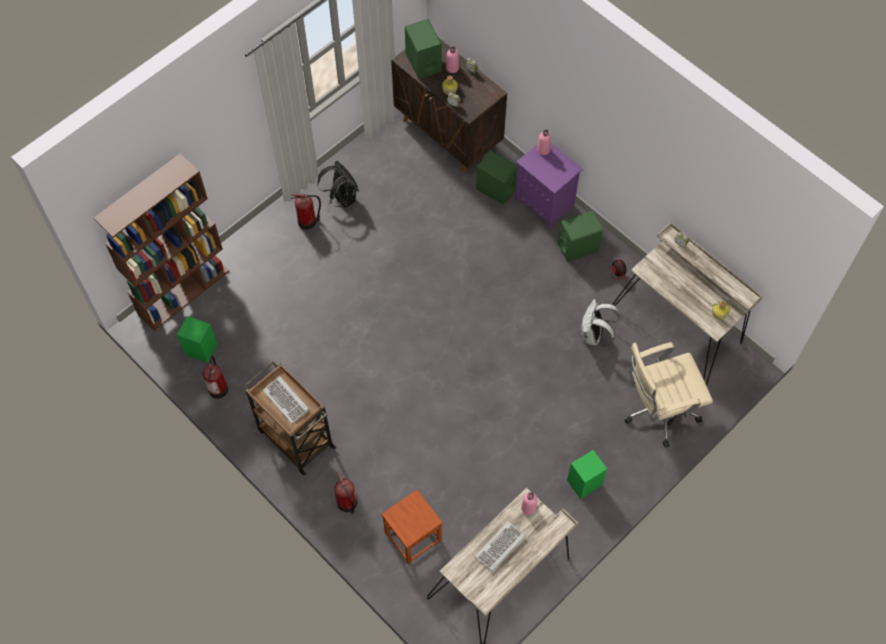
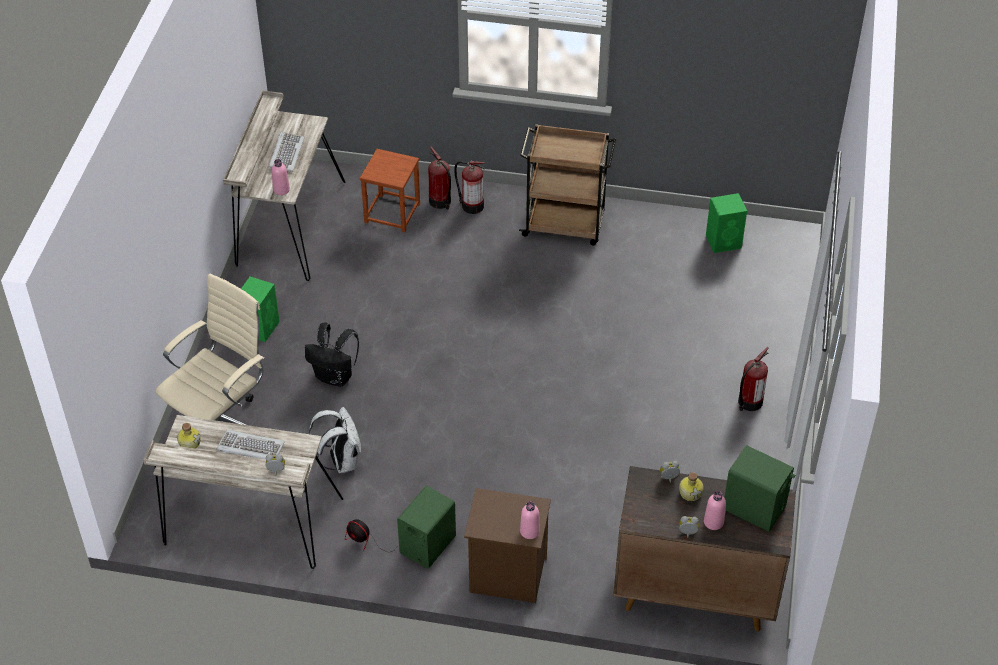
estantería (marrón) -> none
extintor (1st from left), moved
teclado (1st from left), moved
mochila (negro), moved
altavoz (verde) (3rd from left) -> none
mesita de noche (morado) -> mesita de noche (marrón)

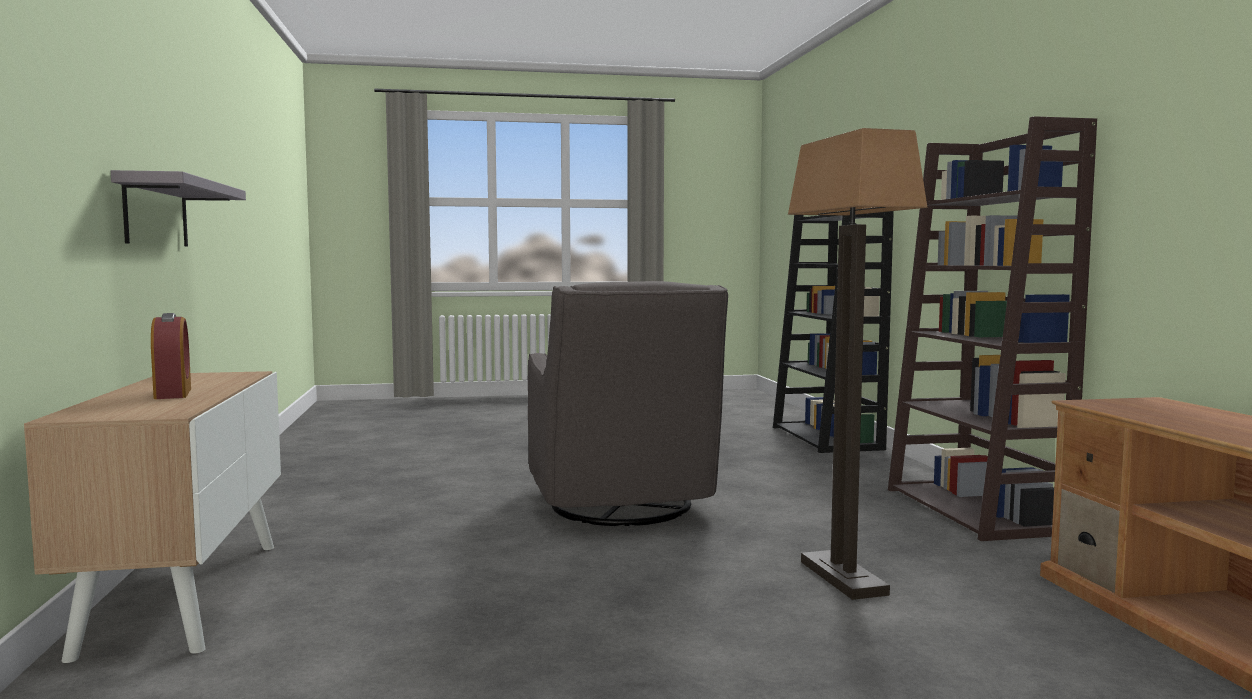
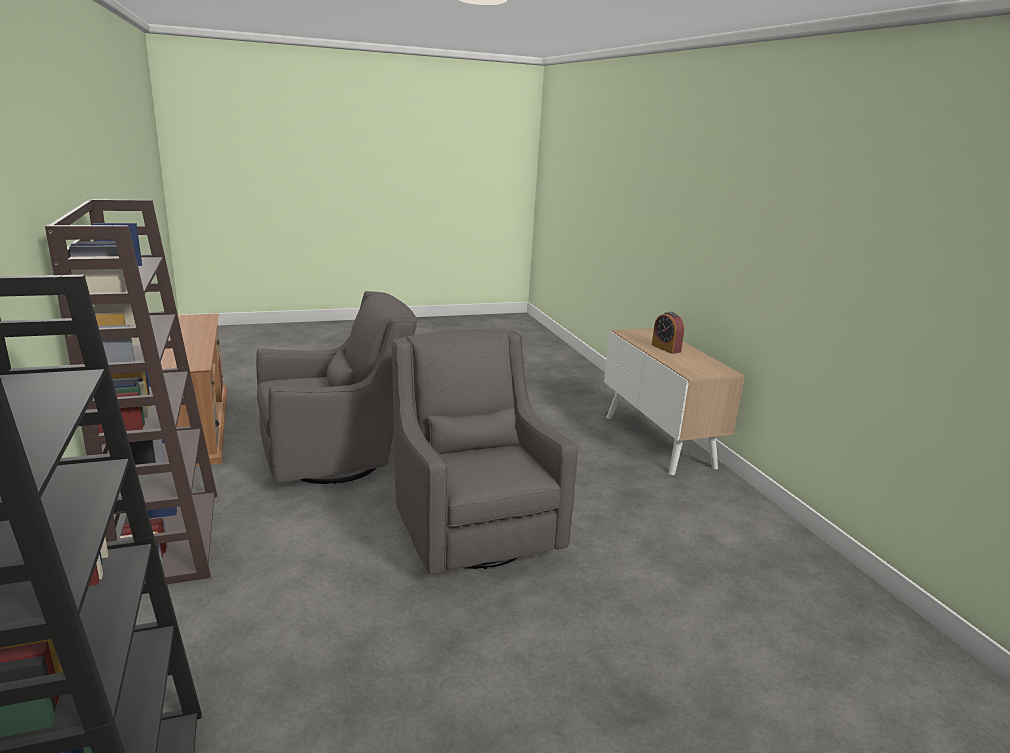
estante (gris) -> none
lámpara de pie -> sillón (gris) (1st from left)

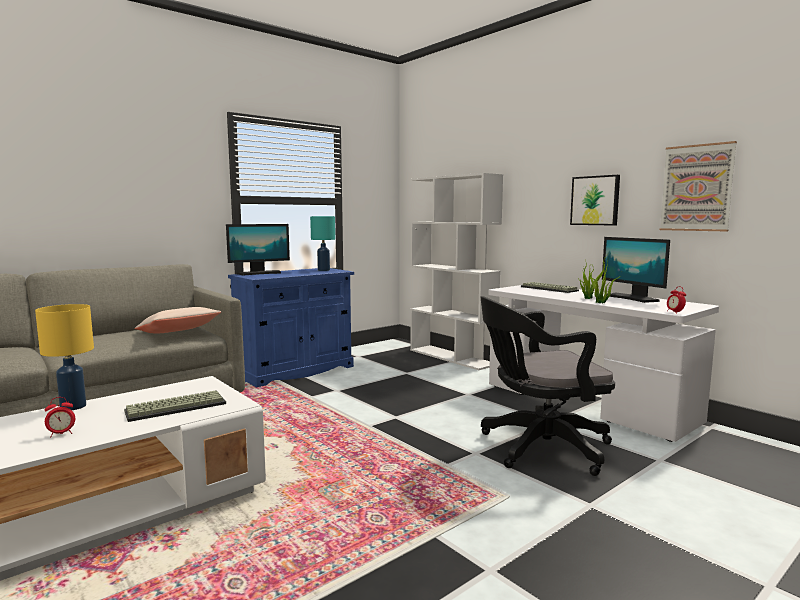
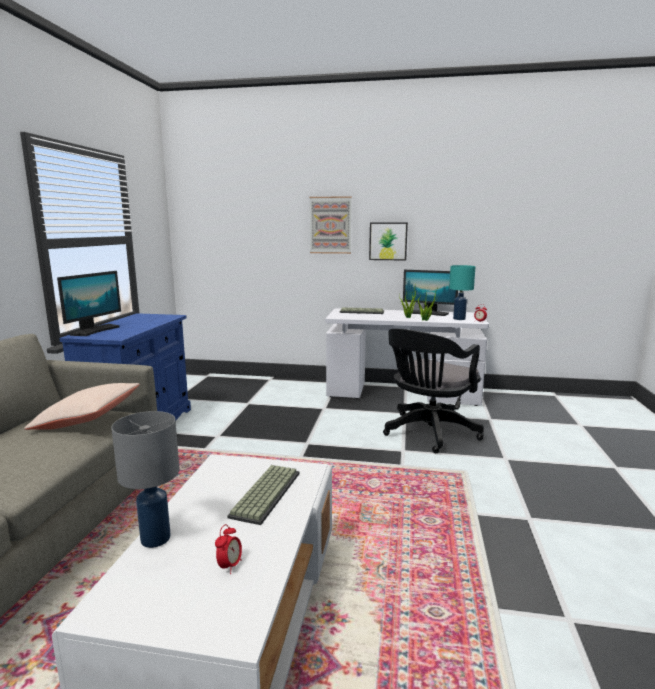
lámpara de mesa (amarillo) -> lámpara de mesa (gris)
lámpara de mesa (turquesa), moved
estantería (blanco) -> none
cuadro (2nd from left in the first image) -> cuadro (1st from left), moved

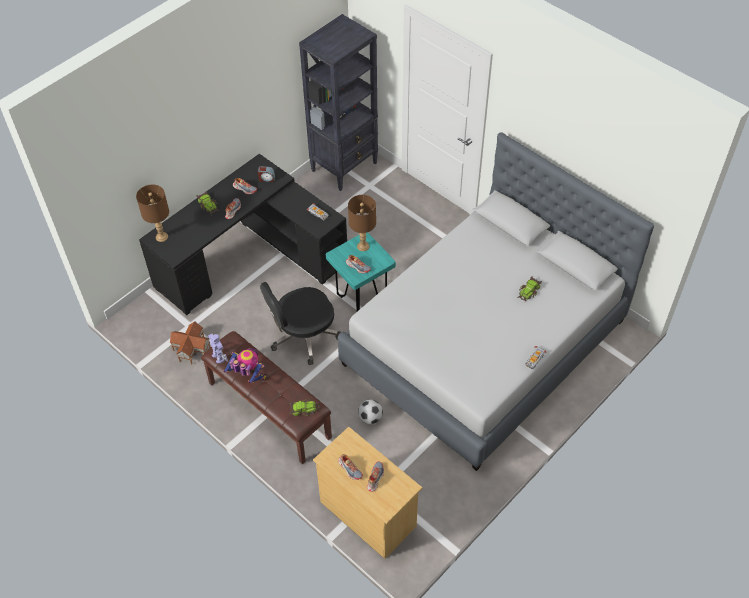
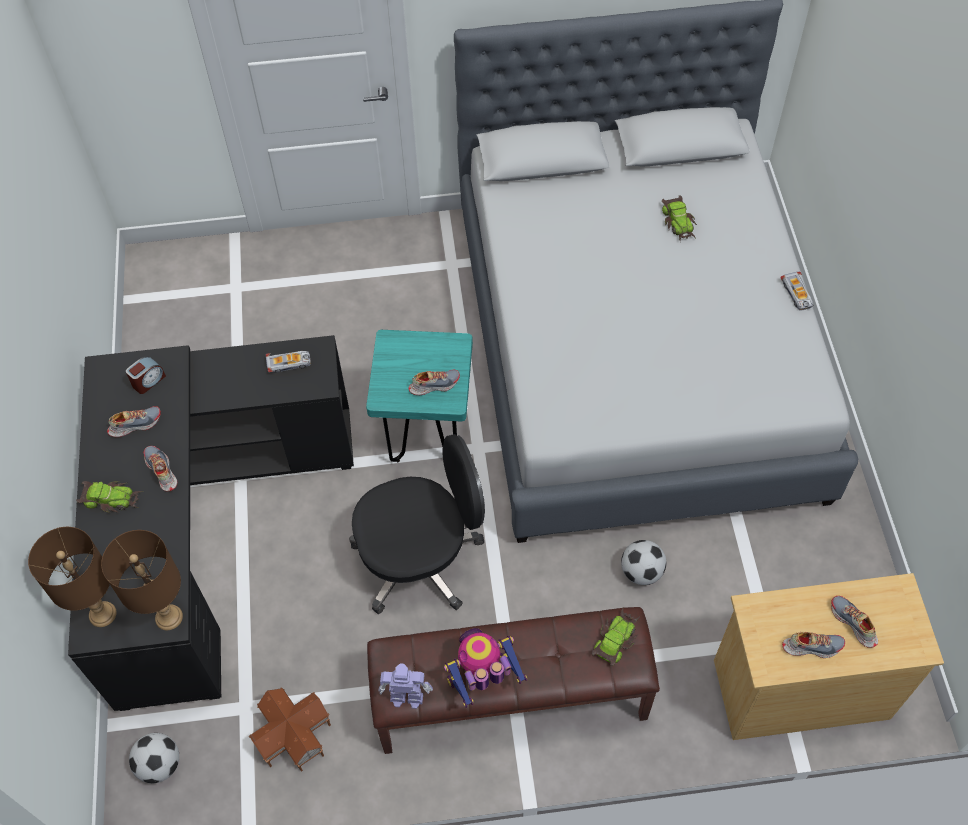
silla de oficina (negro), 120 degrees counterclockwise
estantería (negro) -> none
lámpara de mesa (marrón) (2nd from left), moved
none -> balón de fútbol (1st from left)

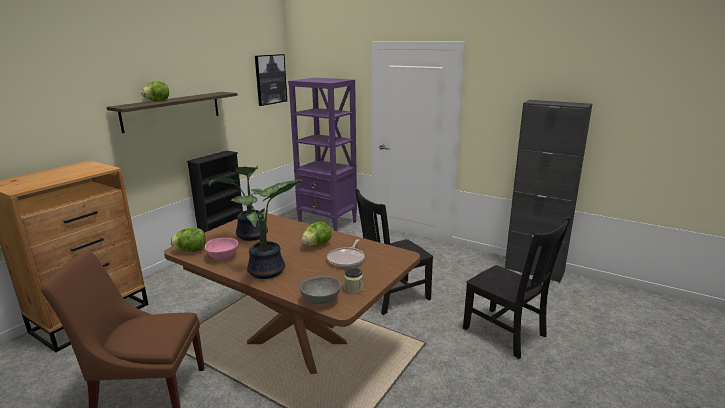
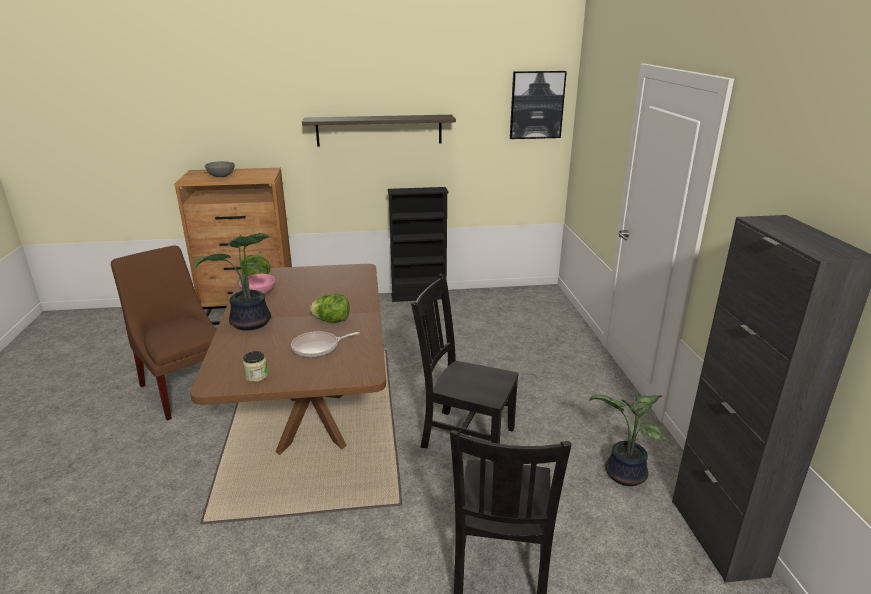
lechuga (1st from left) -> none
planta en maceta (1st from left in the first image) -> planta en maceta (2nd from left), moved
estantería (morado) -> none
cuenco (gris), moved

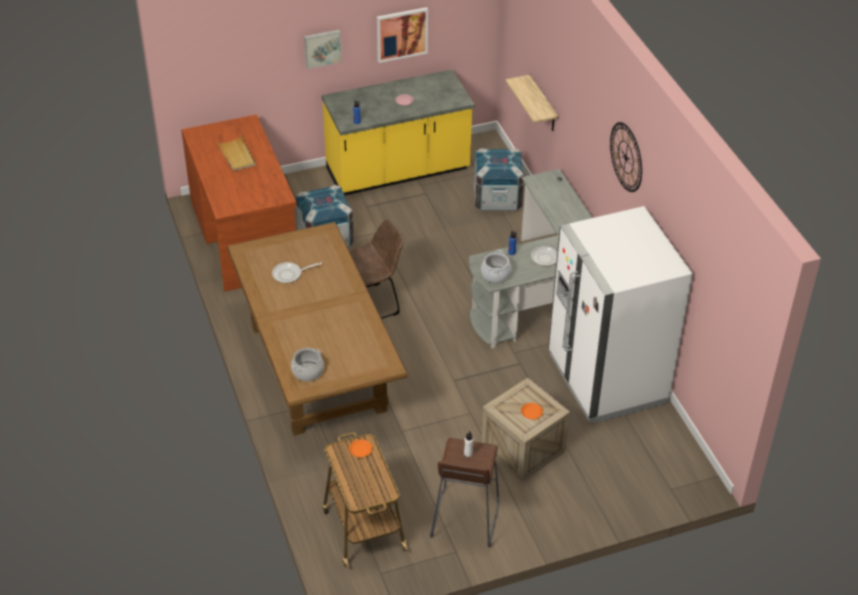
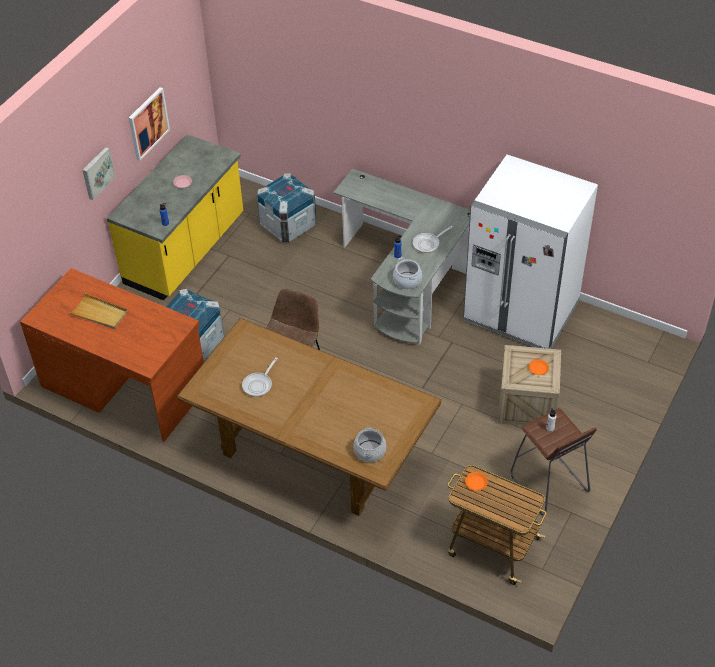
estante -> none
reloj de pared -> none

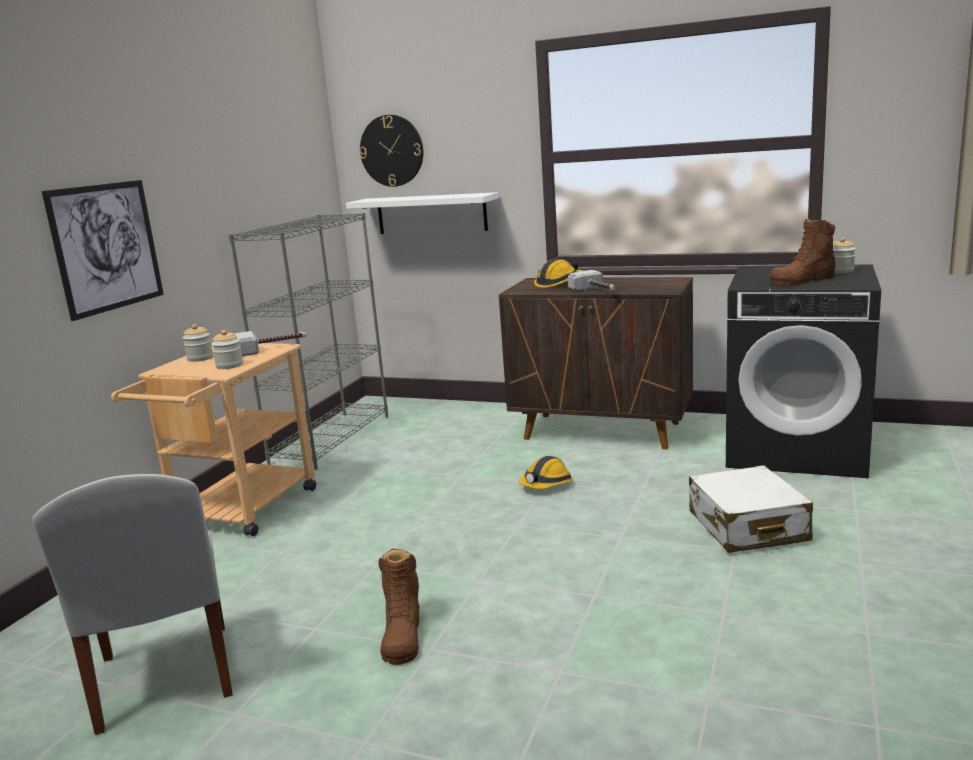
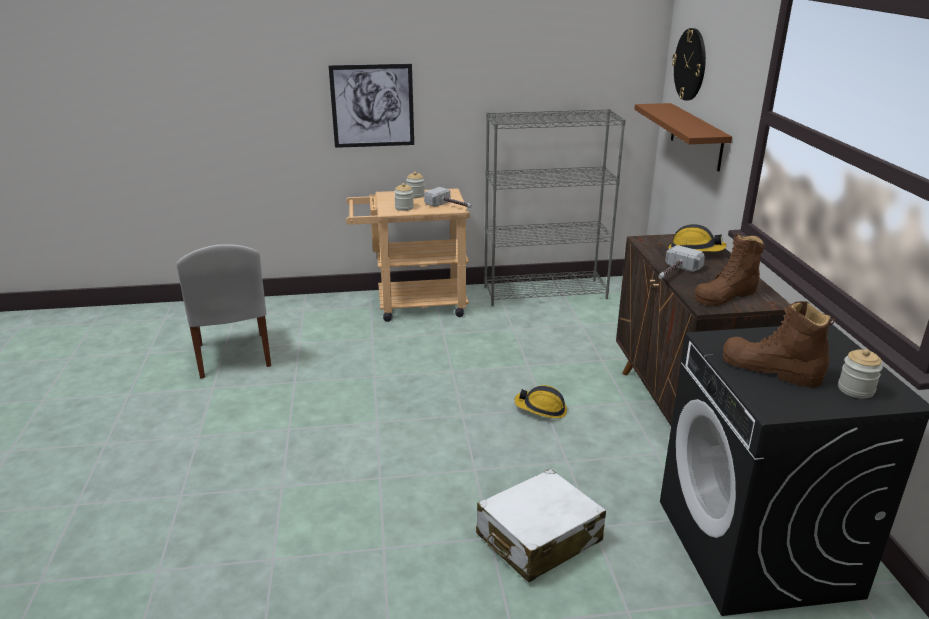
silla (blanco), 60 degrees counterclockwise
estante (blanco) -> estante (marrón)
bota (marrón) (1st from left), moved

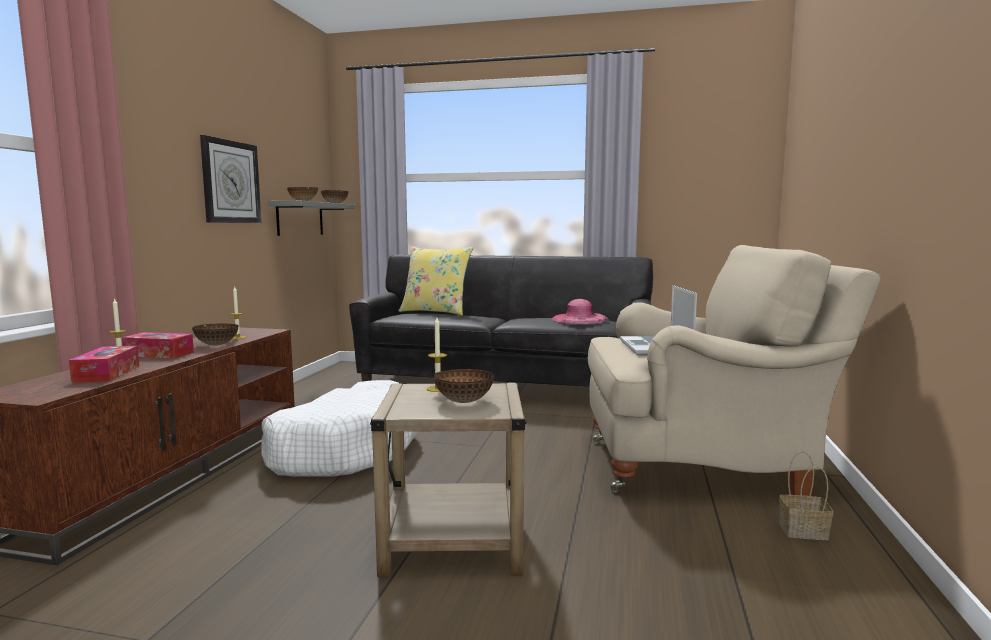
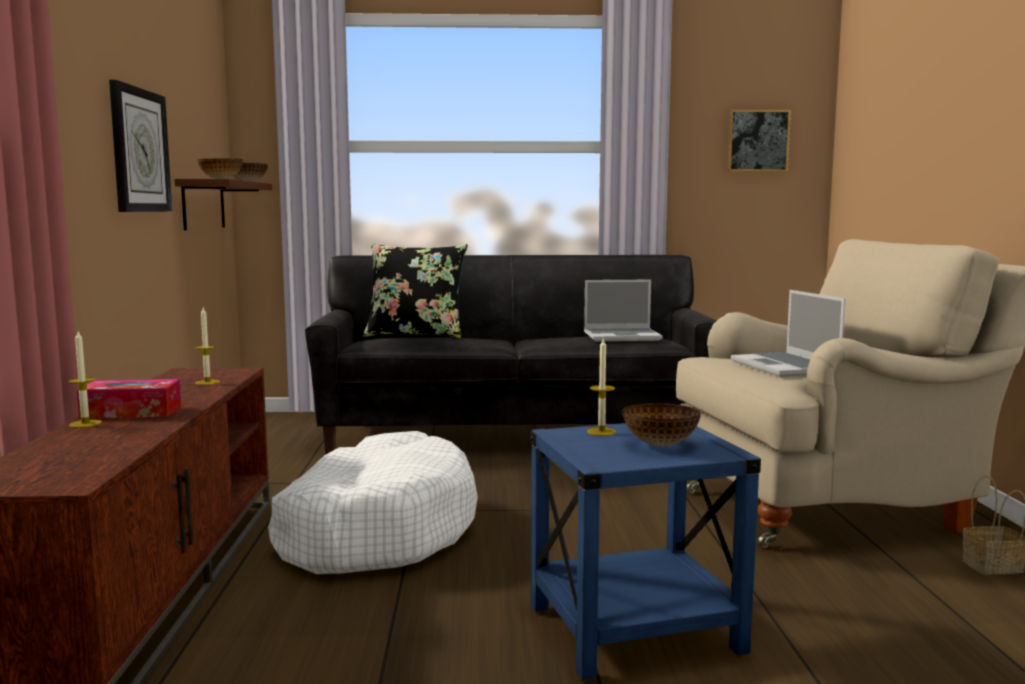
caja de pañuelos (1st from left) -> none
cuenco (1st from left) -> none
estante (gris) -> estante (marrón)
mesa auxiliar (beis) -> mesa auxiliar (azul)
cojín (amarillo) -> cojín (negro)
sombrero (rosa) -> portátil (1st from left)
none -> cuadro

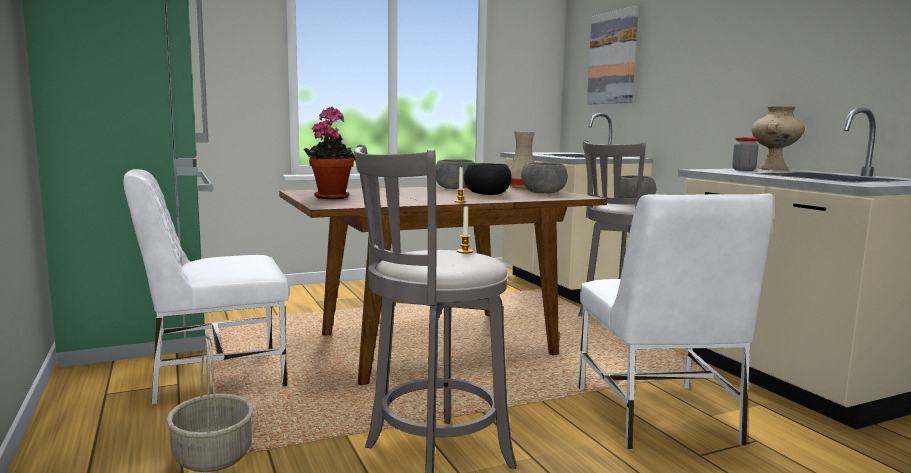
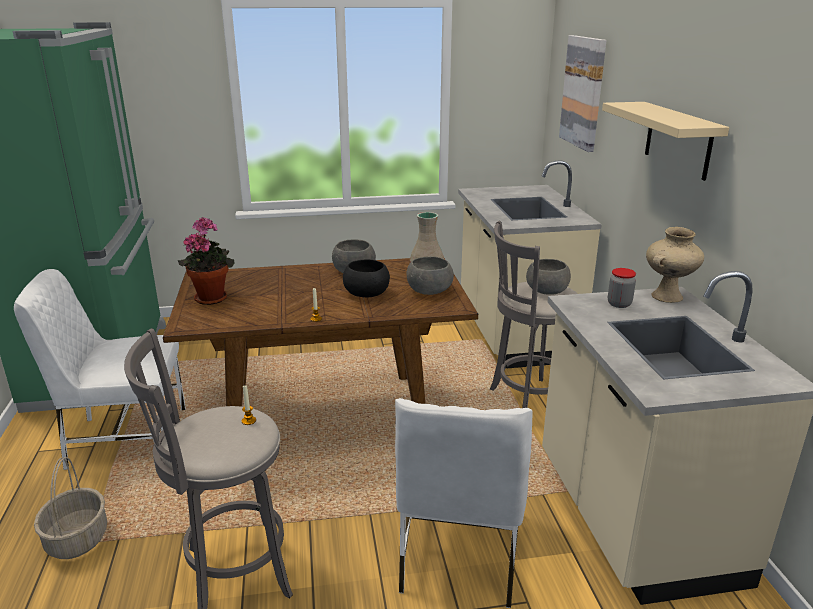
none -> estante (beis)

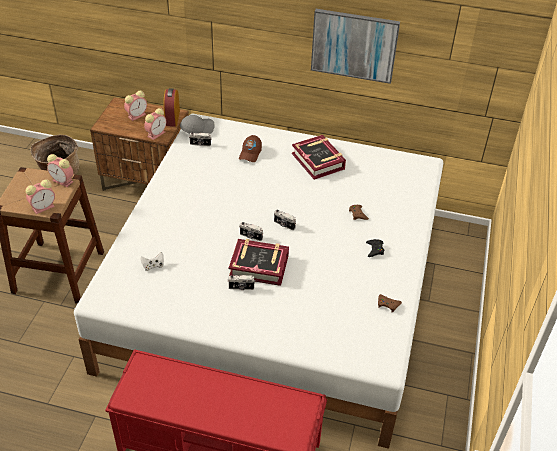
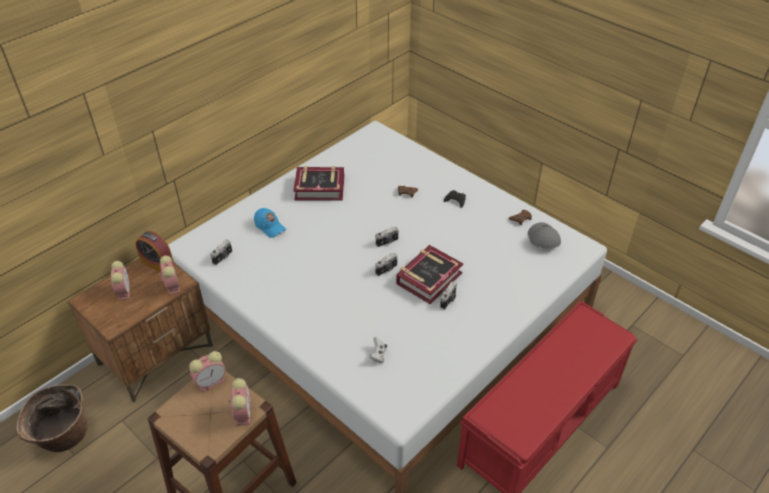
gorra (gris), moved
gorra (marrón) -> gorra (azul)
cuadro -> none

